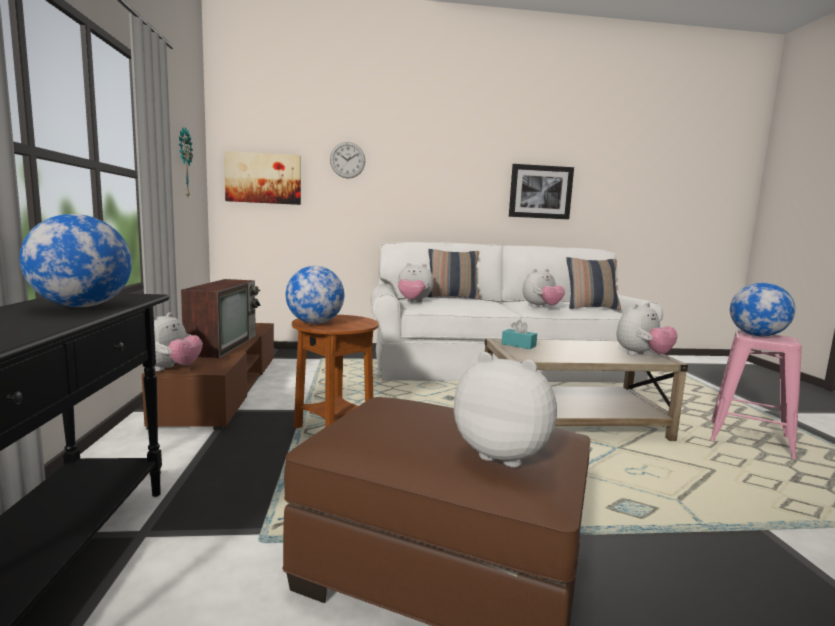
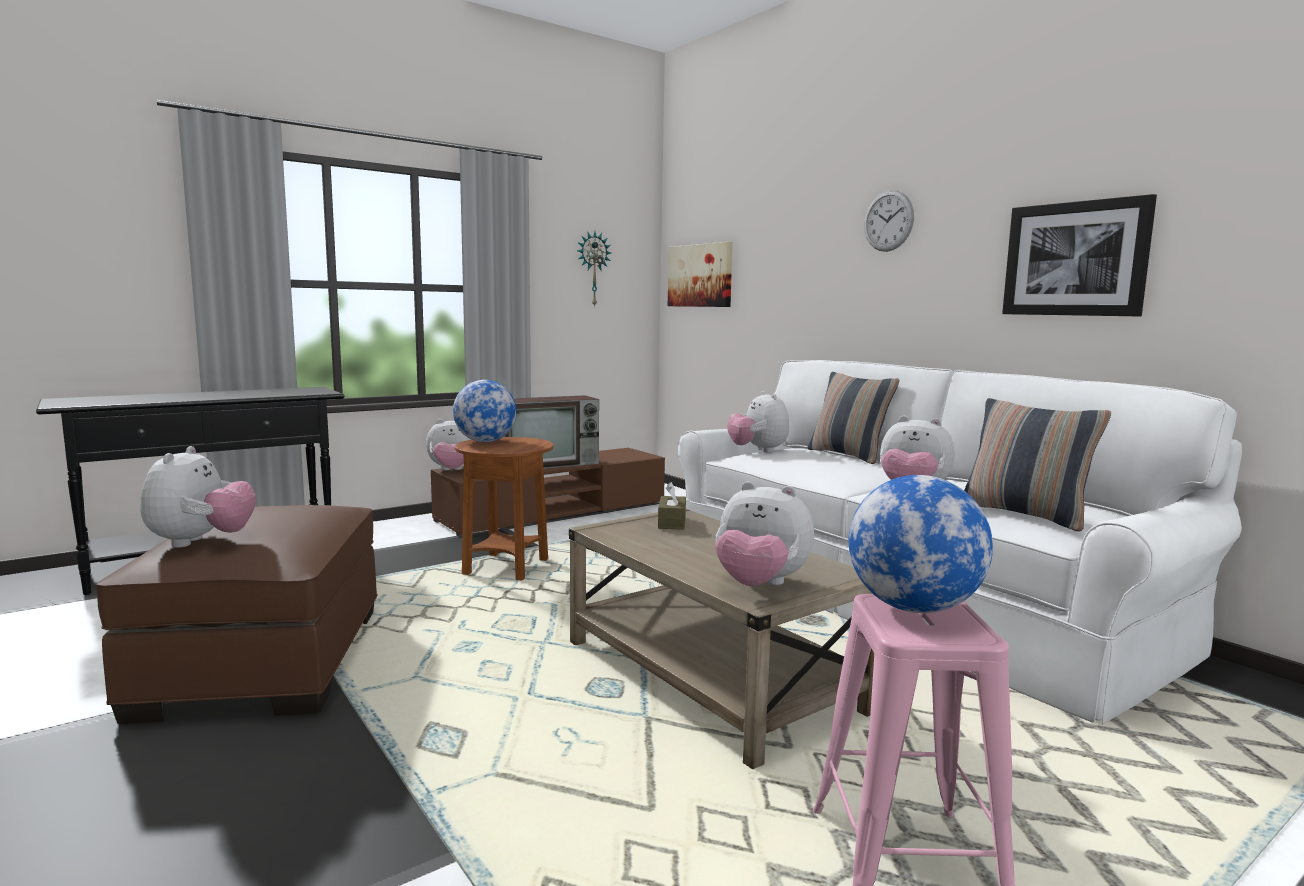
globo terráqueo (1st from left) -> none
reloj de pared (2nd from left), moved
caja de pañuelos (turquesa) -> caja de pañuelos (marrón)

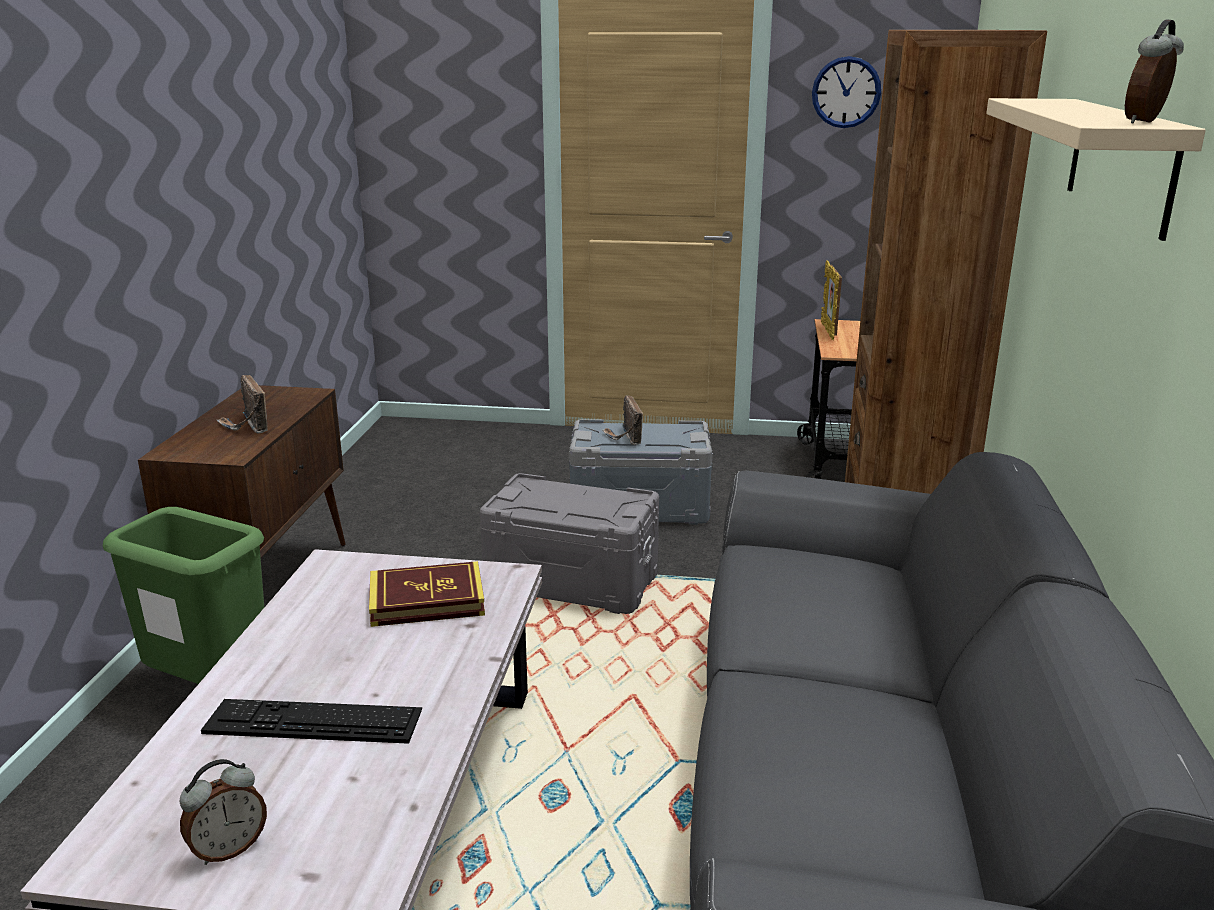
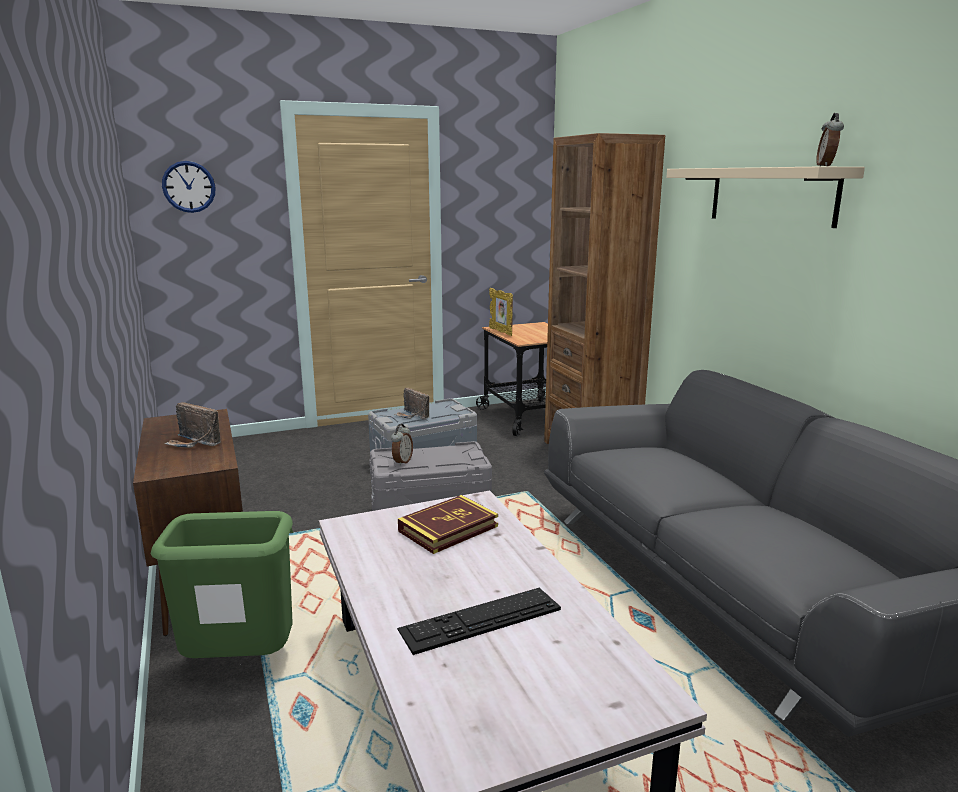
despertador (1st from left), moved
reloj de pared, moved

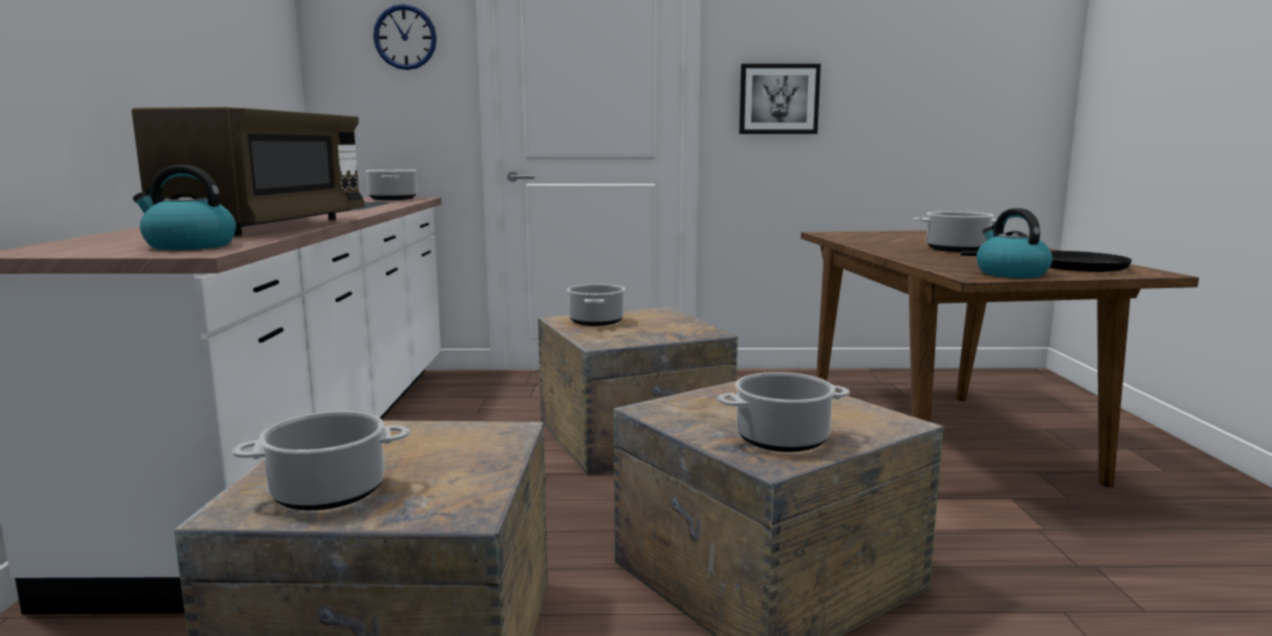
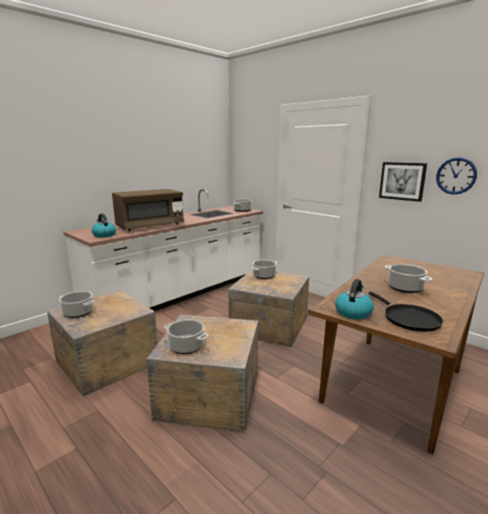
reloj de pared, moved

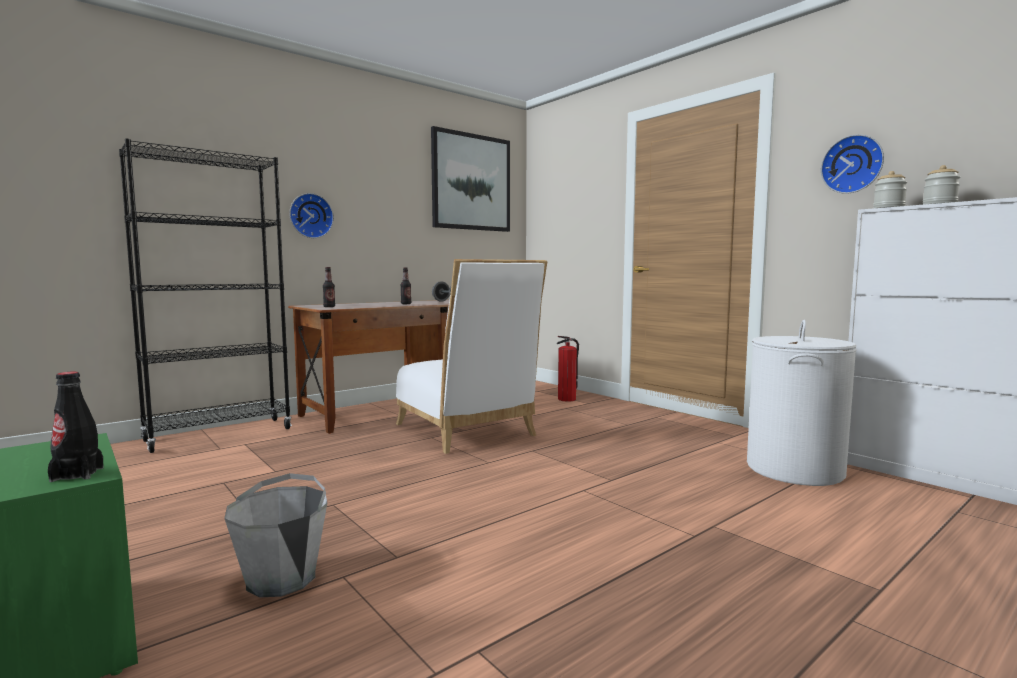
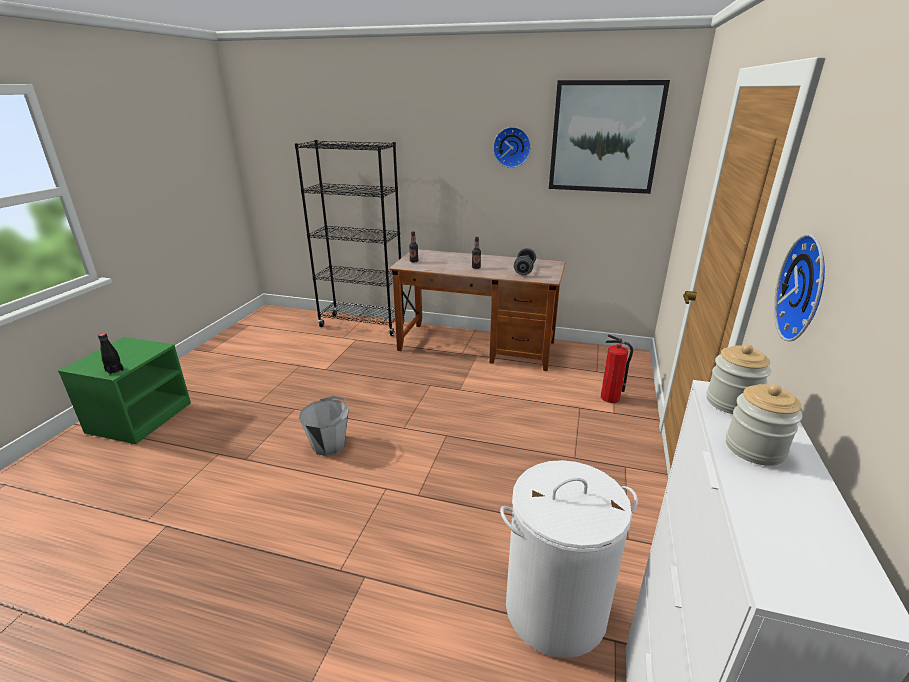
cubo (gris), moved
reloj de pared (1st from left), moved
silla (blanco) -> none

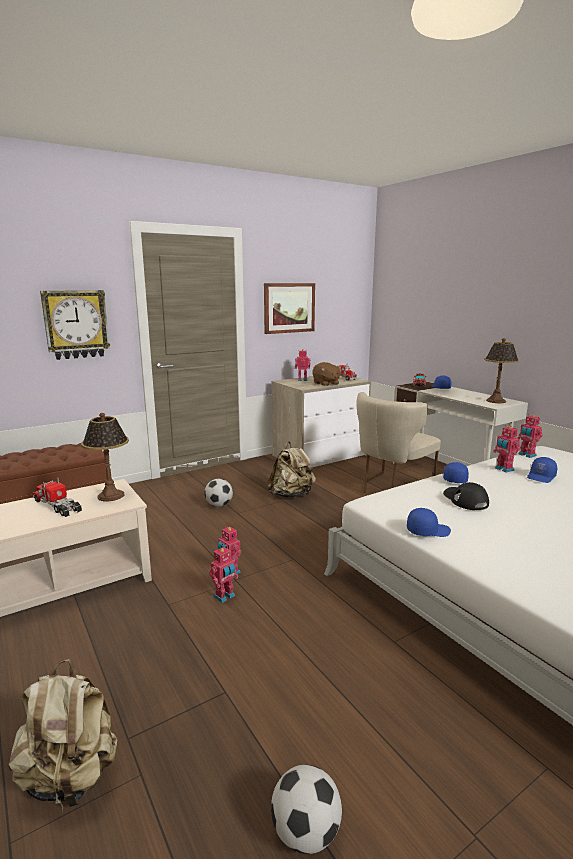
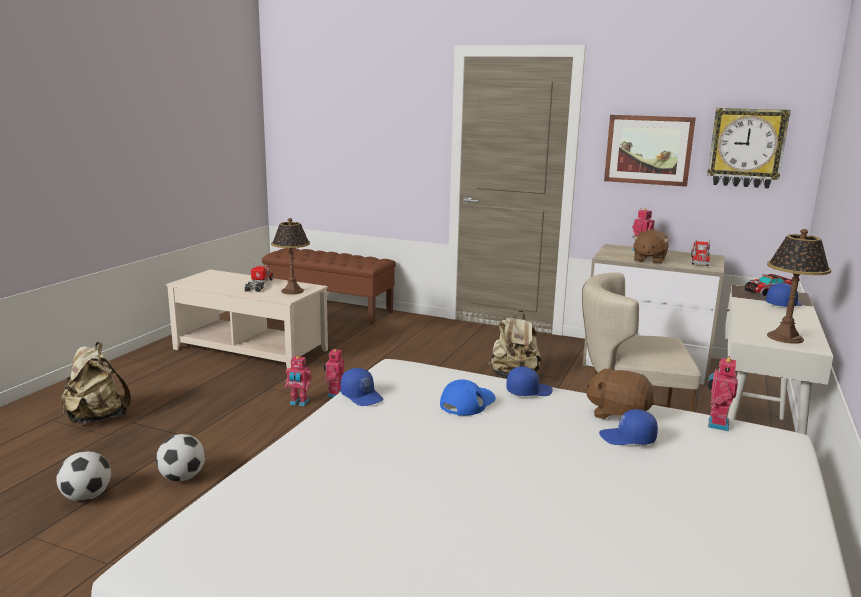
reloj de pared, moved
balón de fútbol (1st from left in the first image) -> balón de fútbol (2nd from left), moved
gorra (negro) -> gorra (azul) (2nd from left)
robot de juguete (4th from left) -> peluche (marrón) (1st from left)

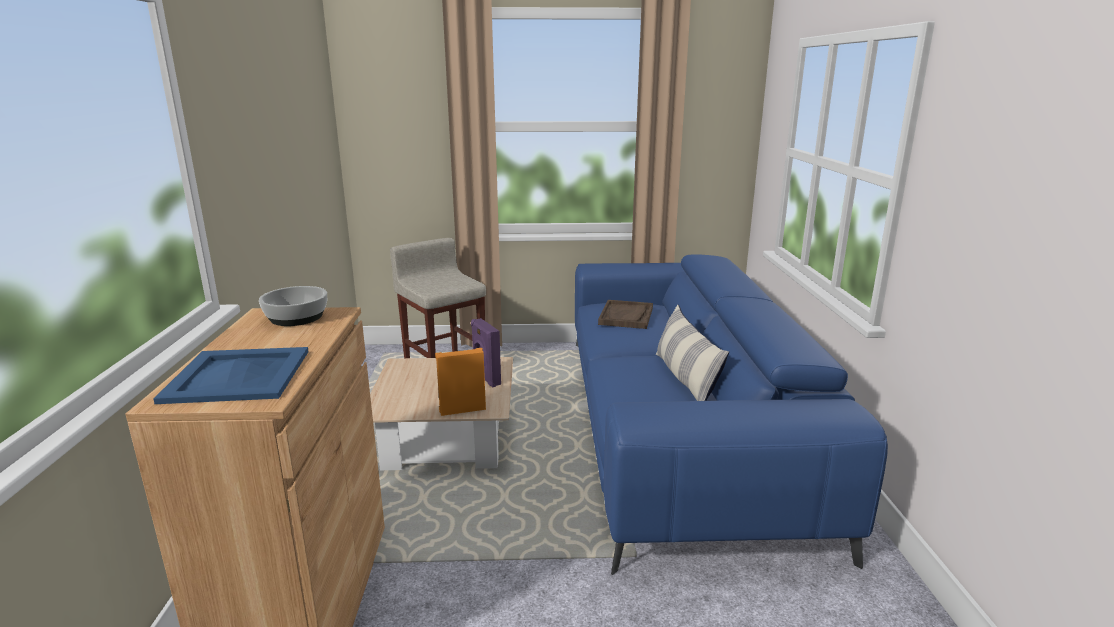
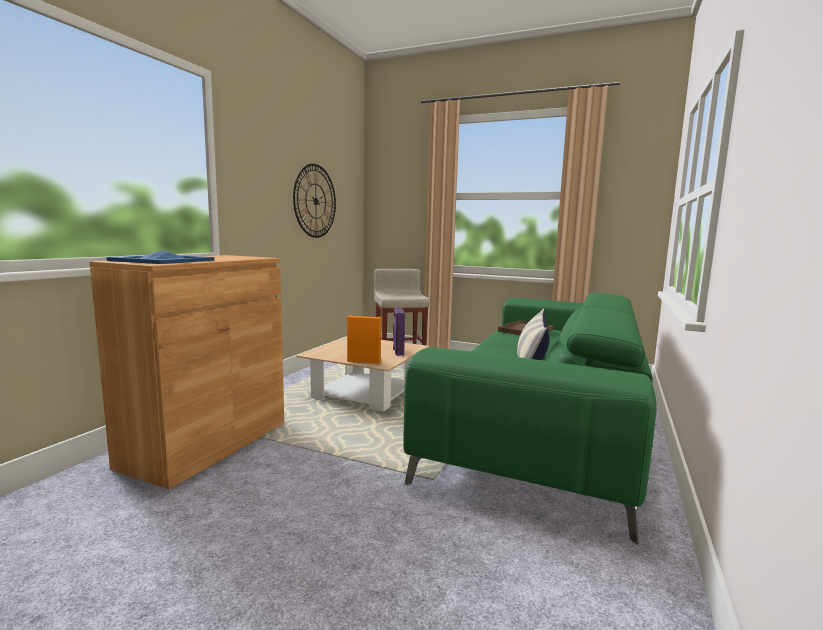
cuenco -> none
sofá (azul) -> sofá (verde)
none -> reloj de pared

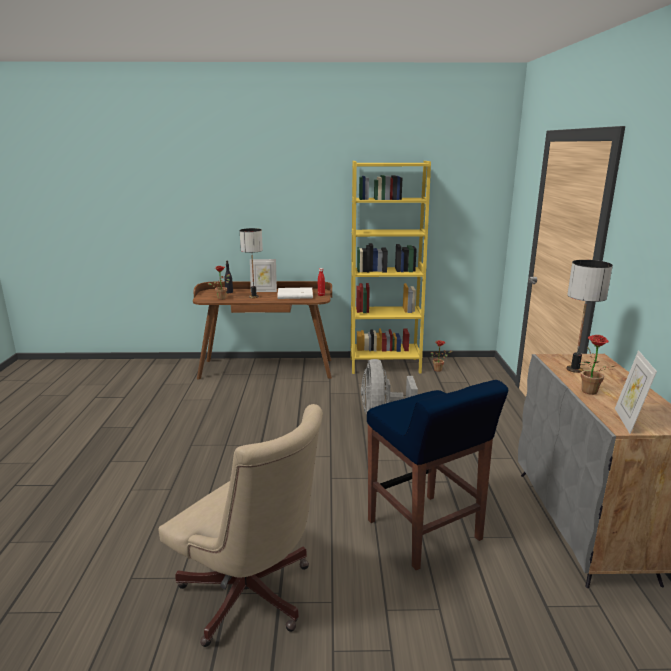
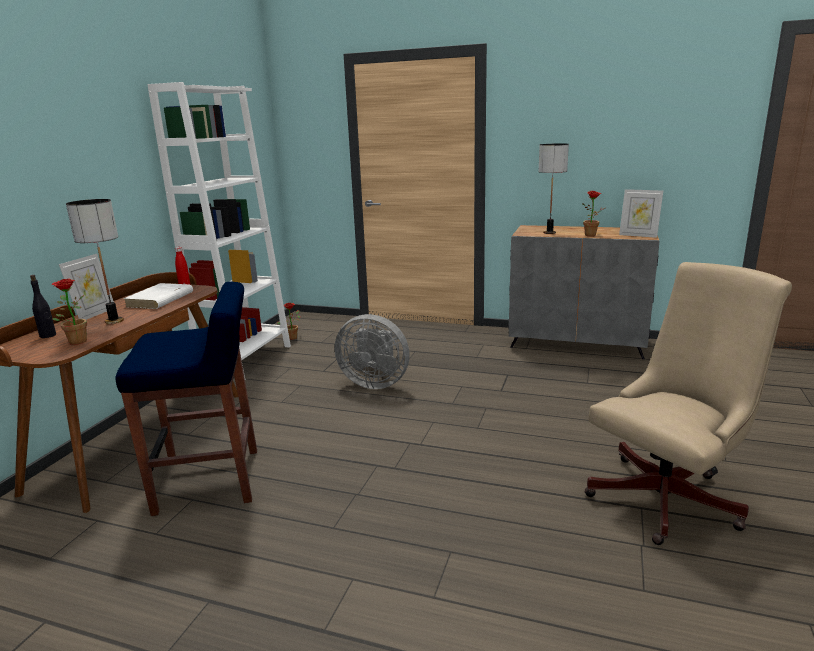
estantería (amarillo) -> estantería (blanco)
taburete (azul), moved

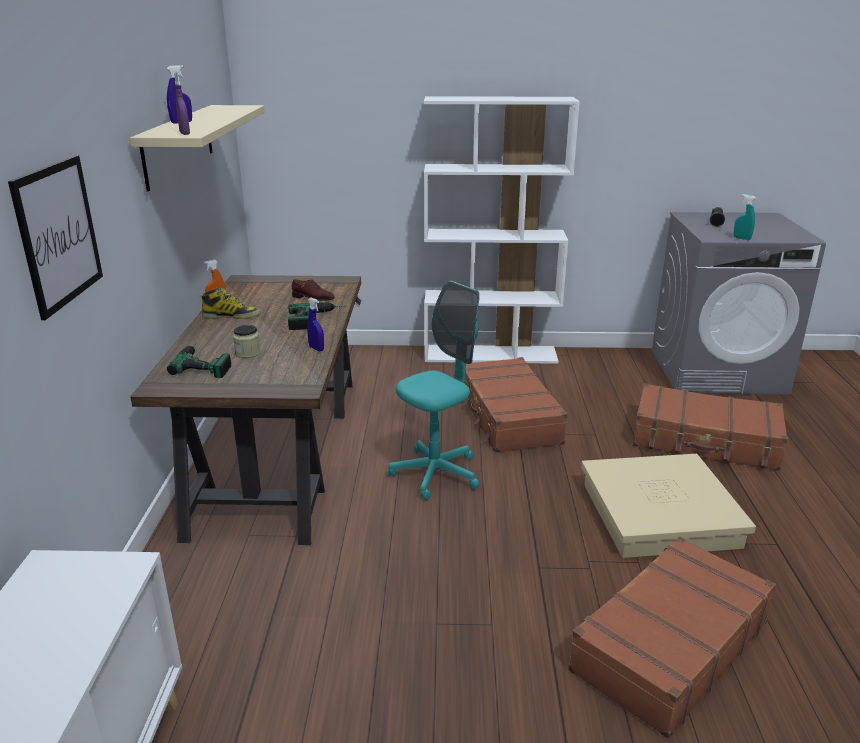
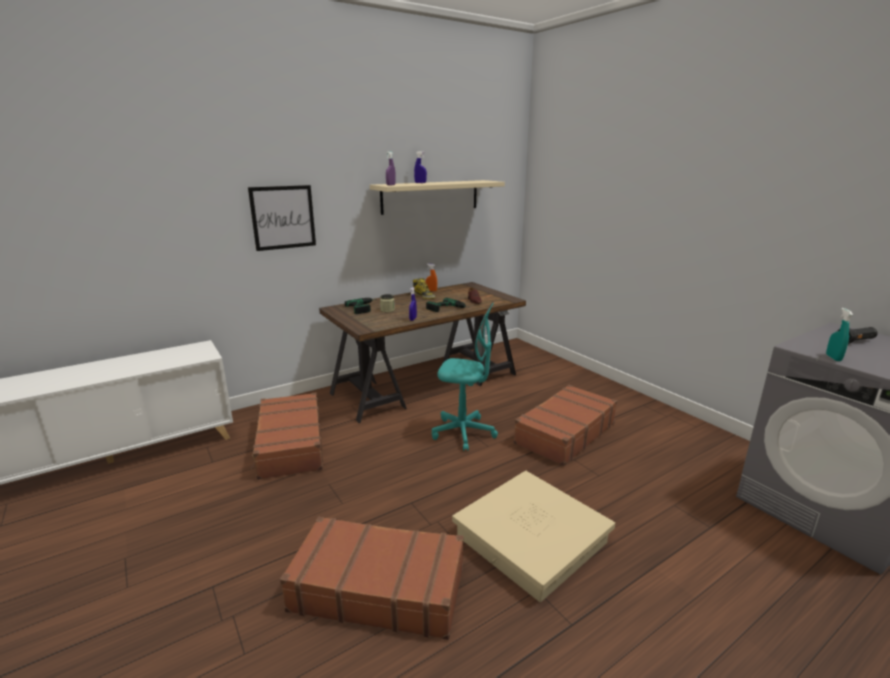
estantería (blanco) -> none
maleta (marrón) (3rd from left in the first image) -> maleta (marrón) (1st from left), moved

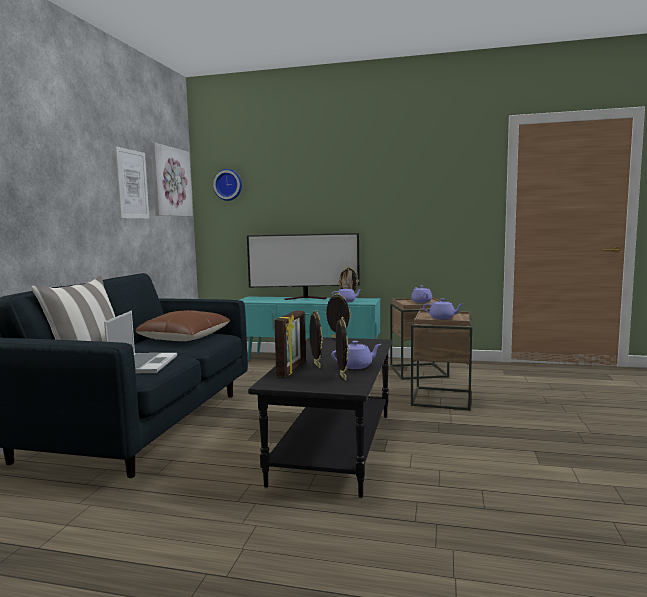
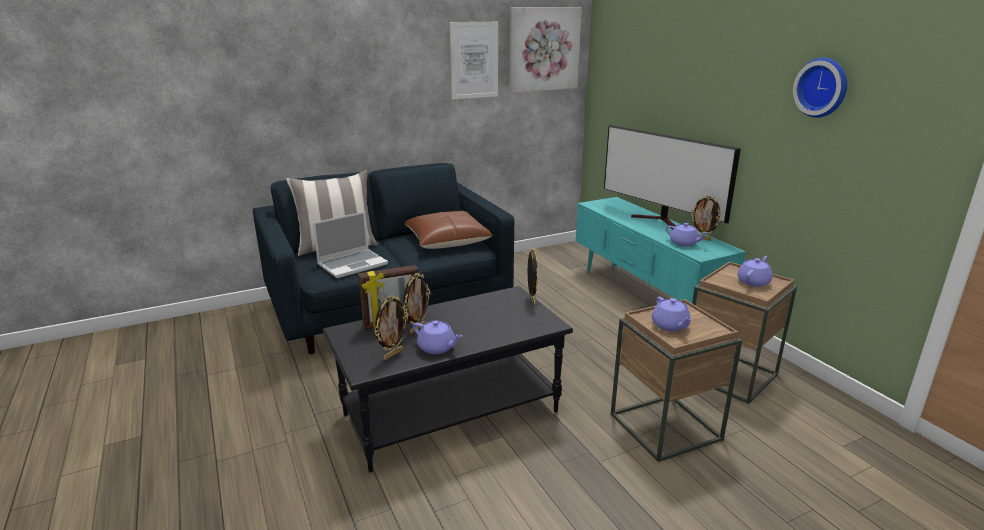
reloj de pared, moved

